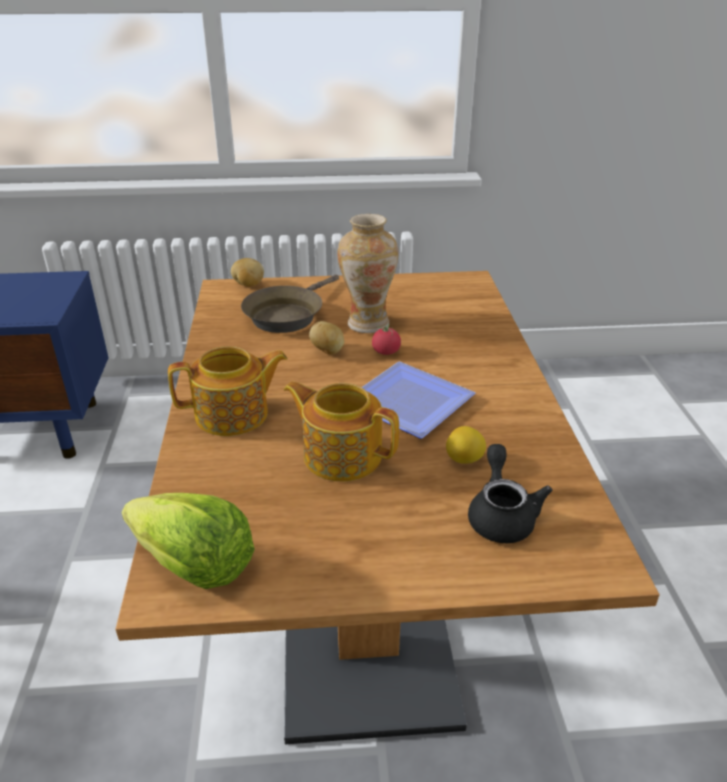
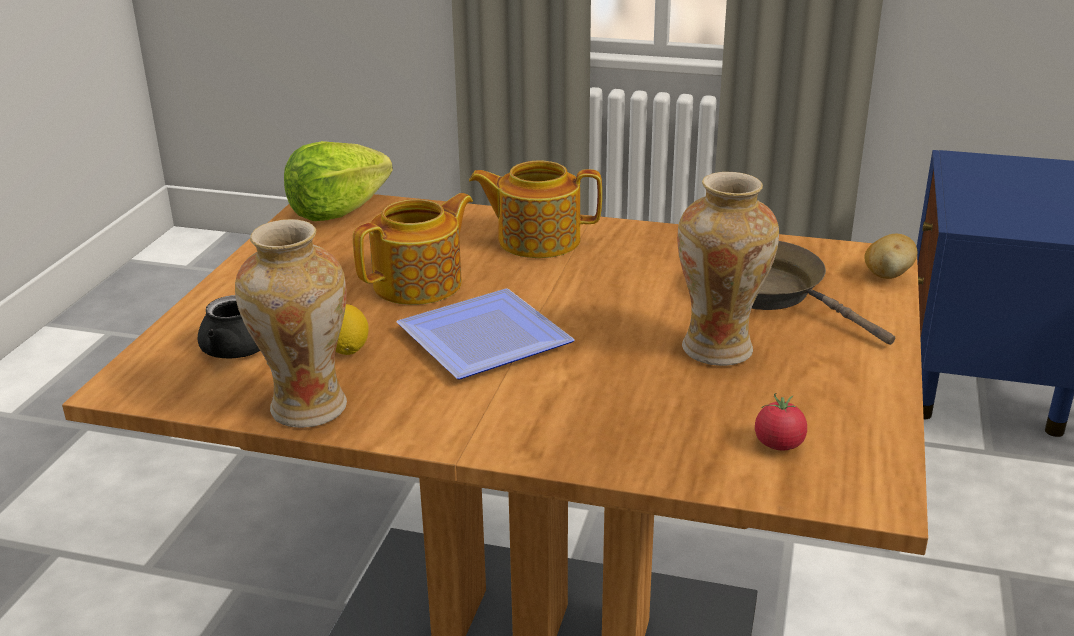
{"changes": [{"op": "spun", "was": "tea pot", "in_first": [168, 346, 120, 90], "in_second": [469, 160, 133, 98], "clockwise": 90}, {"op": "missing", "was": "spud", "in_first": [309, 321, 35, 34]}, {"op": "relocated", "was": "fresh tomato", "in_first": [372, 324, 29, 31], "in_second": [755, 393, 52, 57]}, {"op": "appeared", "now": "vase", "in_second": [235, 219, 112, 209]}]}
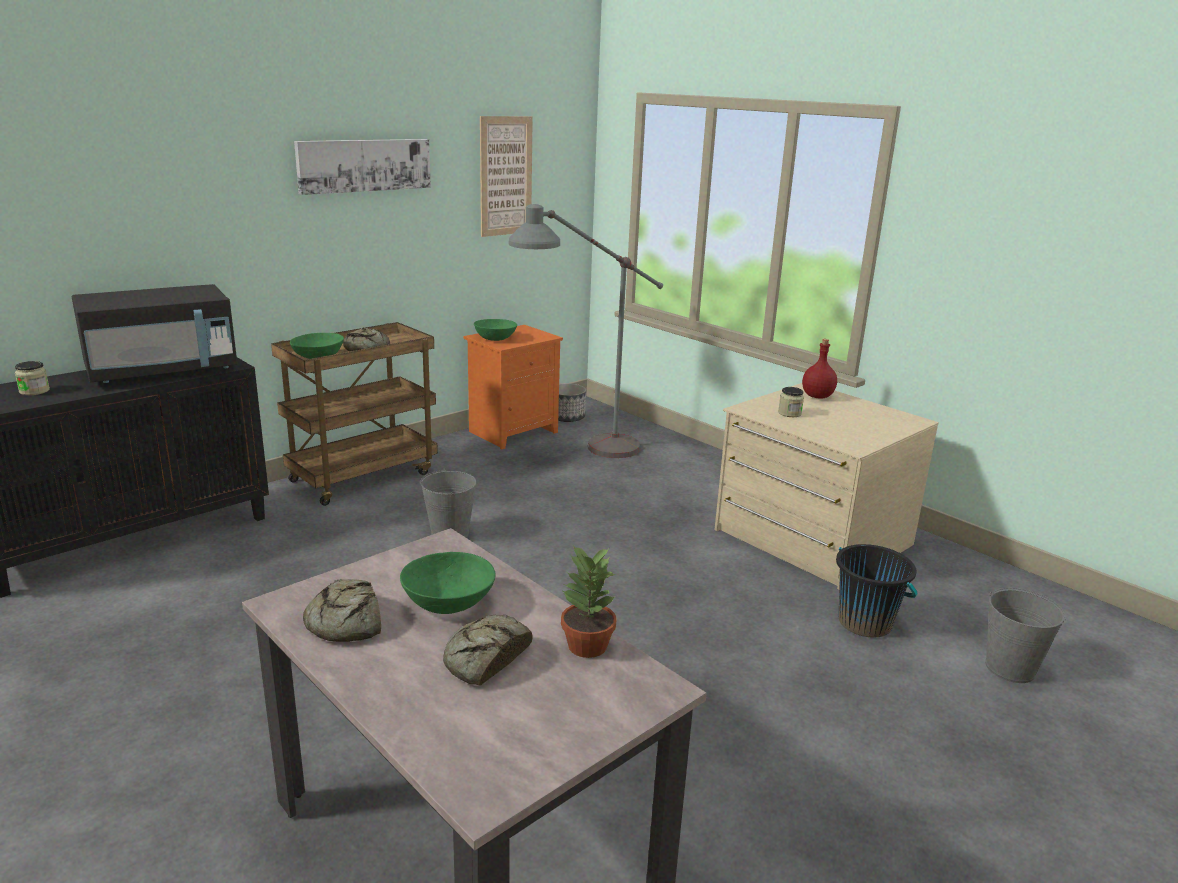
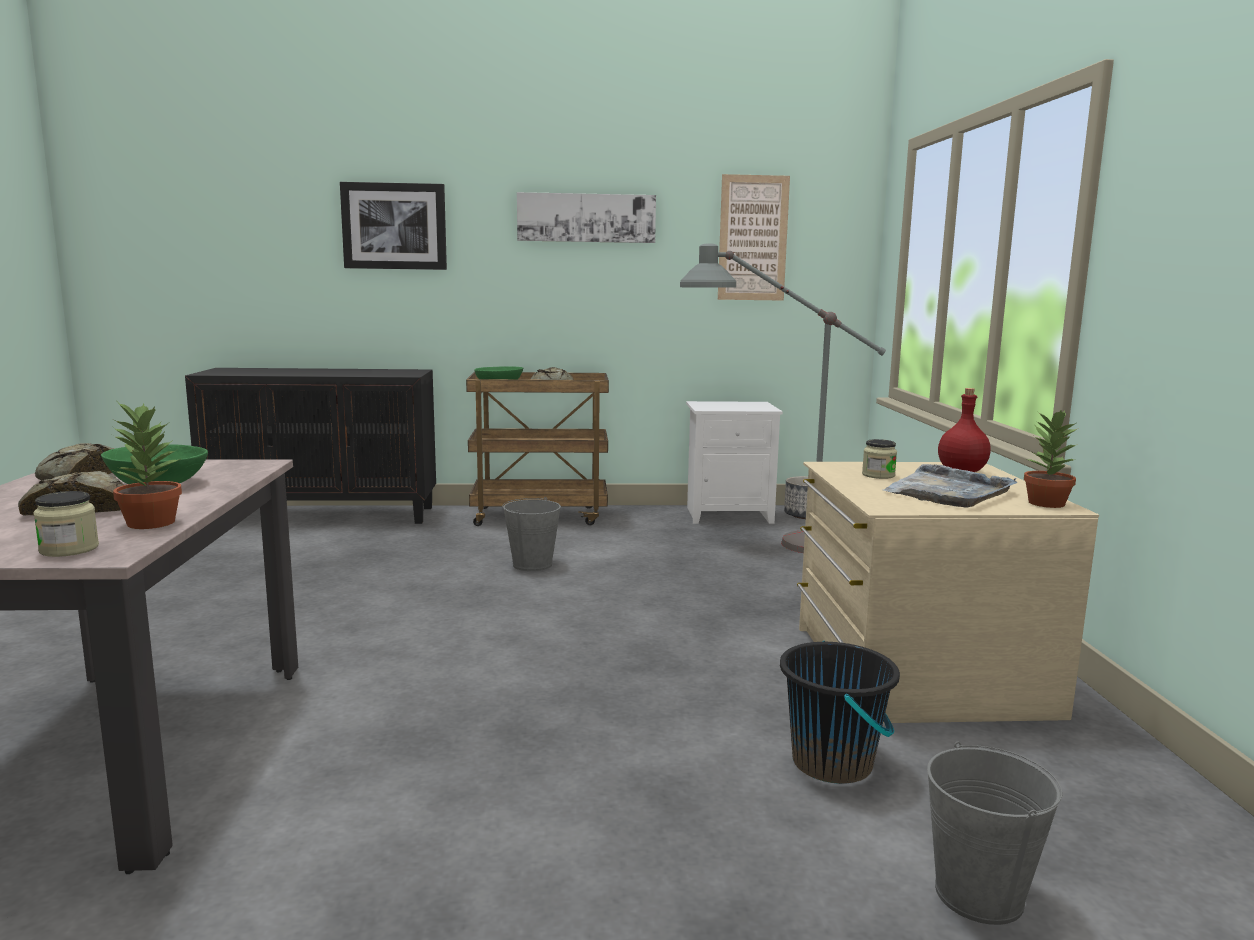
{"changes": [{"op": "relocated", "was": "jar", "in_first": [15, 361, 35, 34], "in_second": [33, 491, 66, 66]}, {"op": "missing", "was": "black microwave", "in_first": [72, 284, 165, 99]}, {"op": "colour", "was": "orange-coloured night table", "now": "whitish night table", "in_first": [463, 325, 100, 125], "in_second": [686, 401, 97, 123]}, {"op": "missing", "was": "green-coloured bowl", "in_first": [474, 319, 43, 22]}, {"op": "appeared", "now": "wall picture", "in_second": [340, 182, 107, 88]}, {"op": "appeared", "now": "gray carrying tray", "in_second": [883, 464, 135, 44]}, {"op": "appeared", "now": "potted plant", "in_second": [1024, 410, 53, 98]}]}
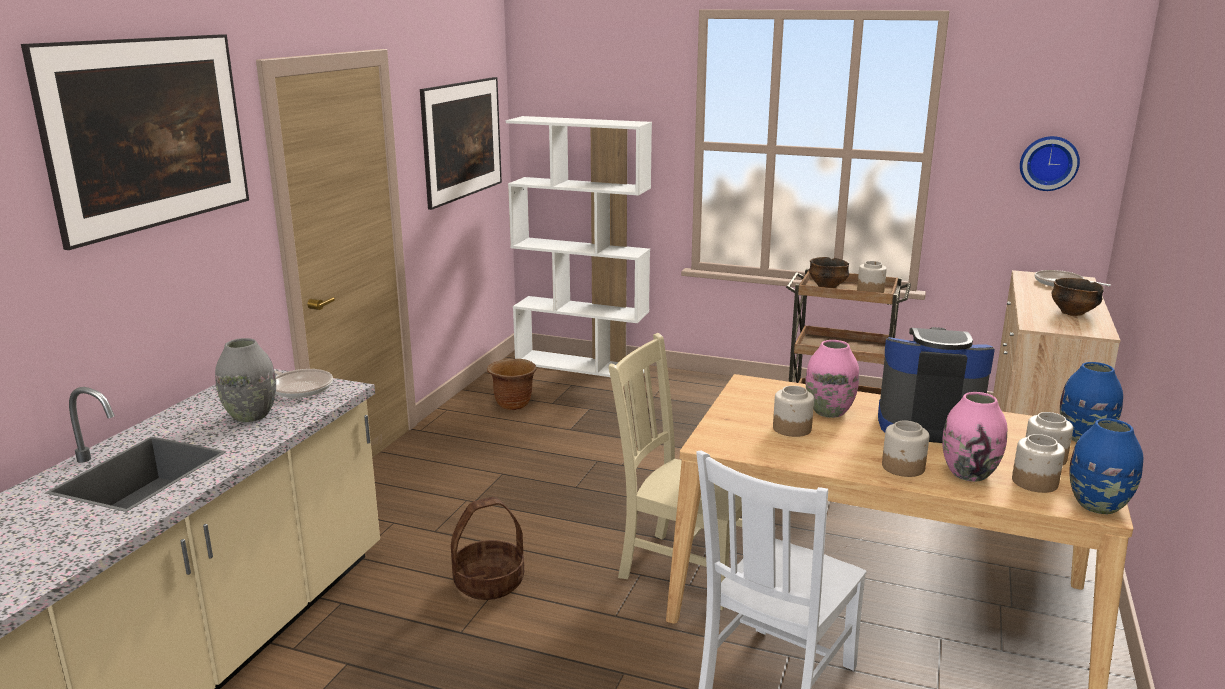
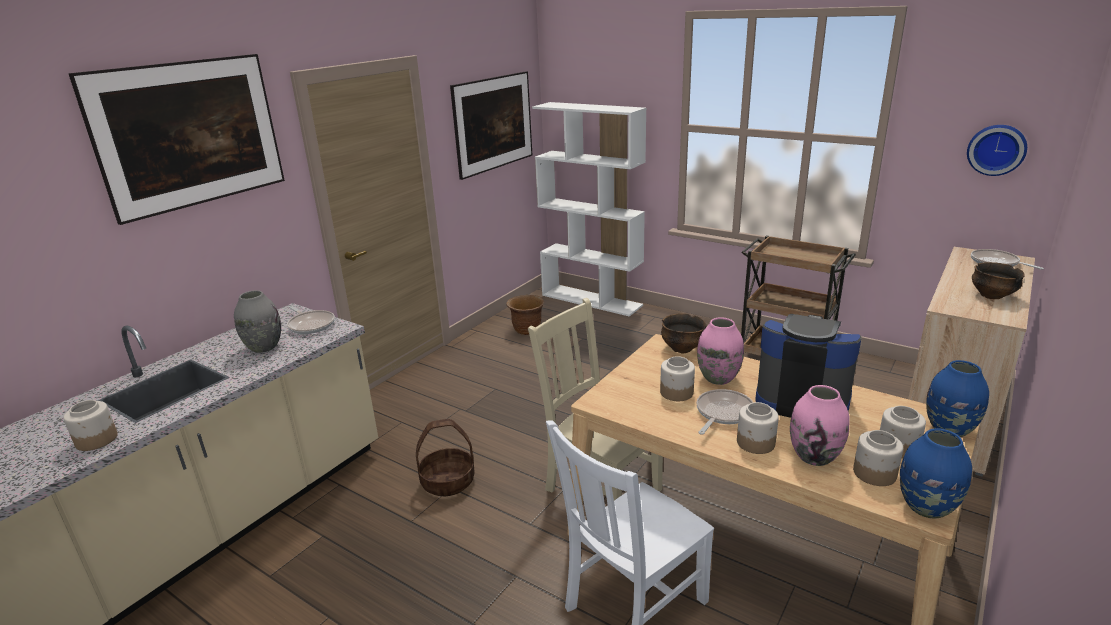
{"changes": [{"op": "relocated", "was": "bowl", "in_first": [809, 257, 40, 31], "in_second": [661, 313, 46, 40]}, {"op": "relocated", "was": "jar", "in_first": [857, 261, 30, 32], "in_second": [63, 400, 55, 51]}, {"op": "appeared", "now": "skillet", "in_second": [696, 389, 58, 46]}]}
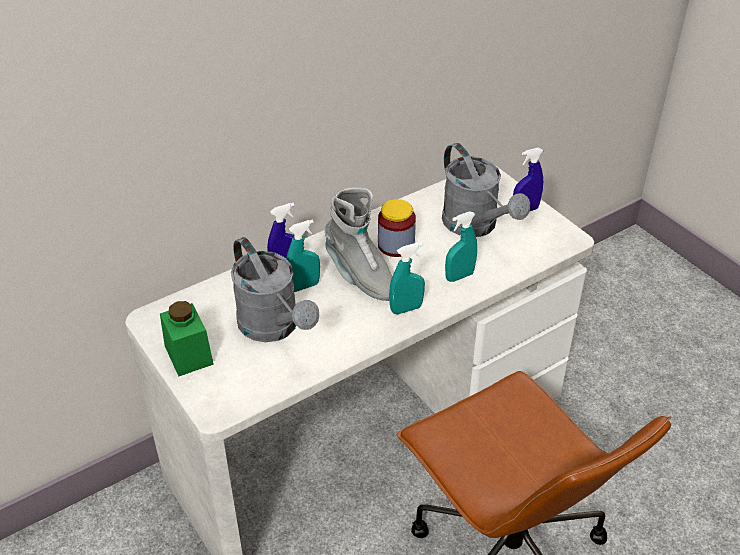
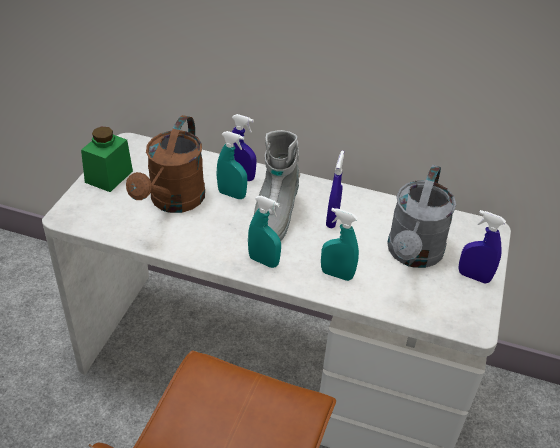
{"changes": [{"op": "colour", "was": "gray sprinkling can", "now": "brown sprinkling can", "in_first": [231, 237, 88, 105], "in_second": [126, 115, 79, 98]}, {"op": "exchanged", "was": "jar", "now": "bluish hand sprayer", "in_first": [378, 199, 38, 58], "in_second": [326, 151, 18, 77]}]}
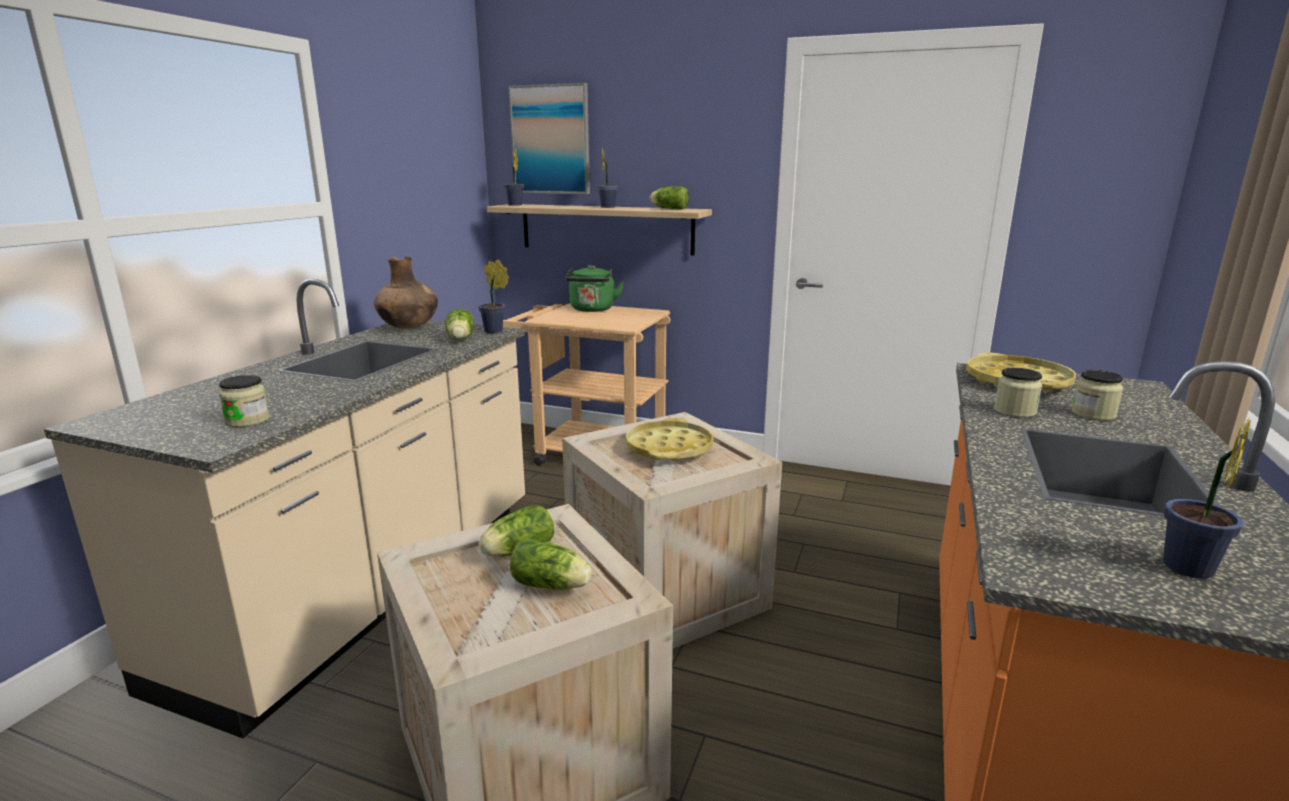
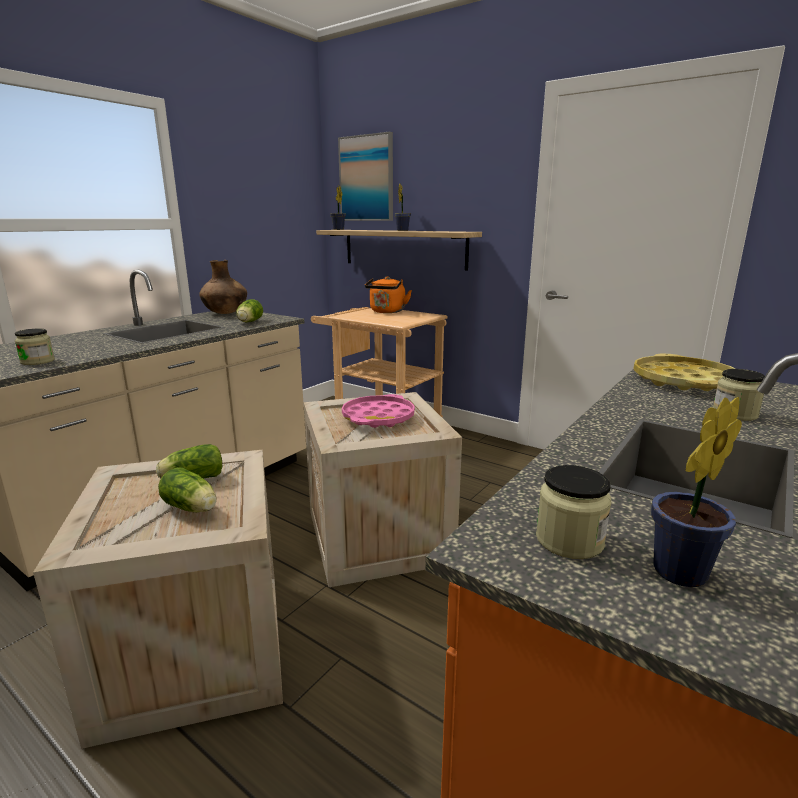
{"changes": [{"op": "missing", "was": "potted plant", "in_first": [478, 259, 31, 74]}, {"op": "colour", "was": "green-coloured kettle", "now": "orange-coloured kettle", "in_first": [566, 265, 58, 47], "in_second": [365, 276, 47, 37]}, {"op": "colour", "was": "yellow carrying tray", "now": "pinkish carrying tray", "in_first": [626, 418, 88, 44], "in_second": [342, 394, 73, 34]}, {"op": "missing", "was": "lettuce head", "in_first": [650, 186, 39, 23]}, {"op": "relocated", "was": "jar", "in_first": [994, 368, 48, 50], "in_second": [536, 465, 75, 94]}]}
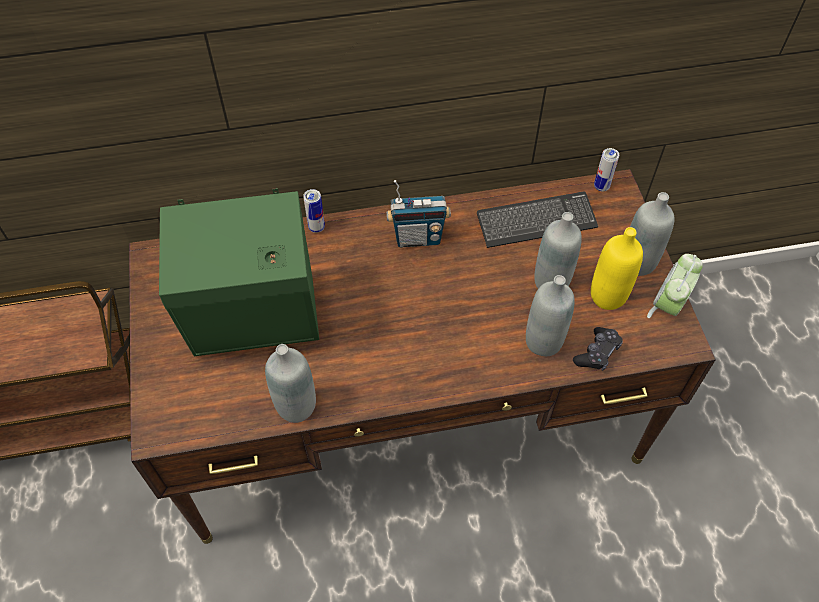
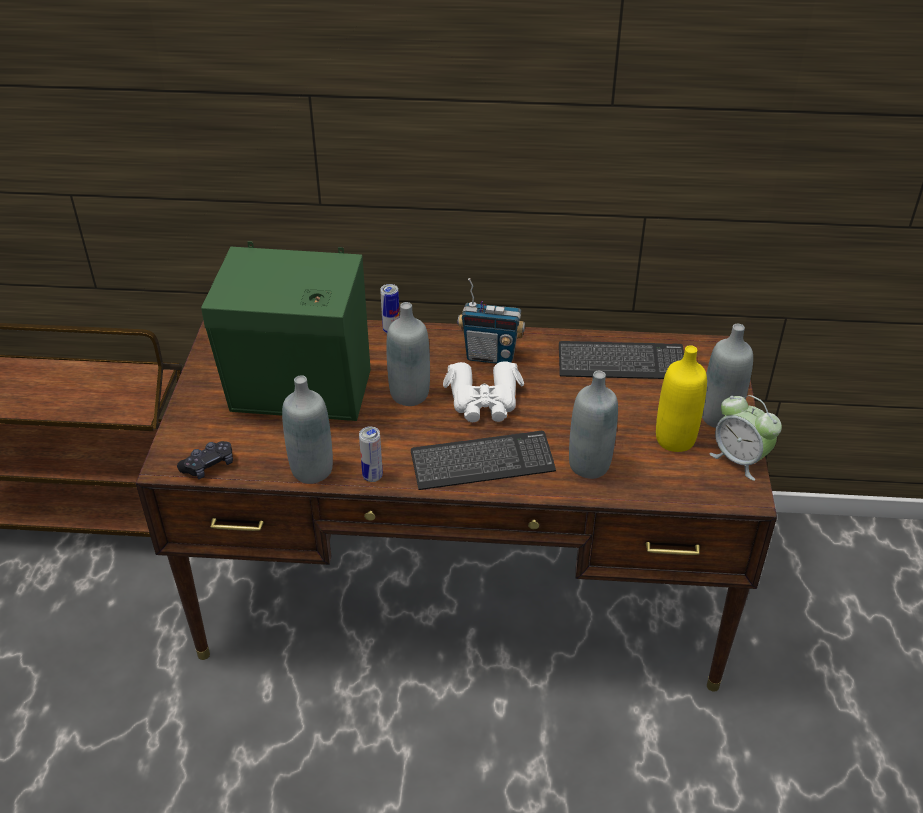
{"changes": [{"op": "relocated", "was": "gray beverage bottle", "in_first": [534, 212, 48, 77], "in_second": [386, 302, 44, 104]}, {"op": "relocated", "was": "black gamepad", "in_first": [573, 327, 50, 44], "in_second": [177, 441, 56, 38]}, {"op": "relocated", "was": "can", "in_first": [594, 148, 25, 43], "in_second": [359, 426, 24, 56]}, {"op": "spun", "was": "table clock", "in_first": [647, 254, 56, 64], "in_second": [709, 395, 73, 86], "clockwise": -90}, {"op": "appeared", "now": "keyboard", "in_second": [411, 431, 145, 59]}, {"op": "appeared", "now": "whitish binoculars", "in_second": [443, 361, 81, 61]}]}
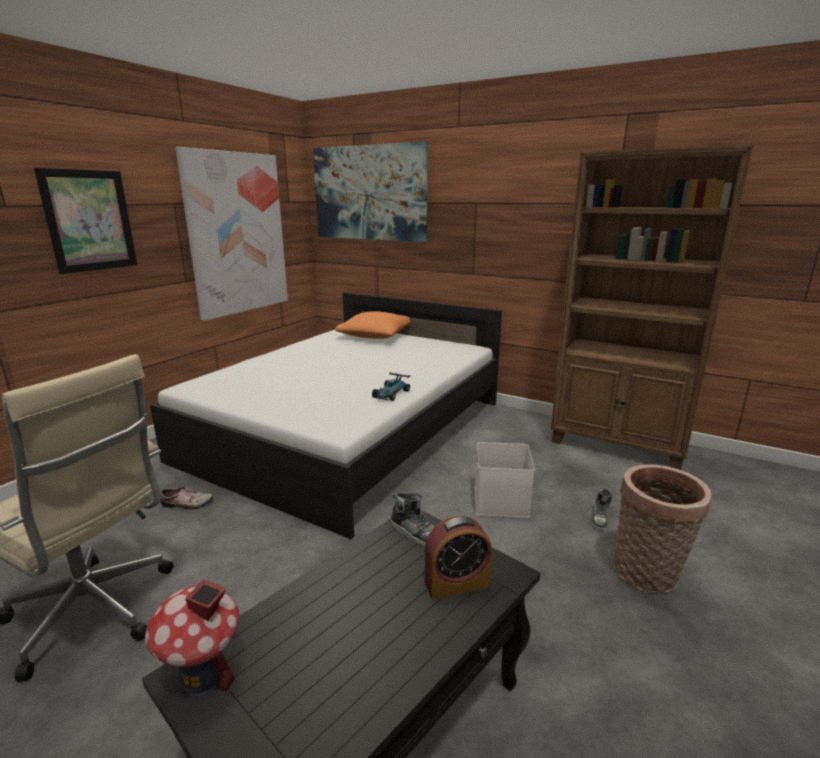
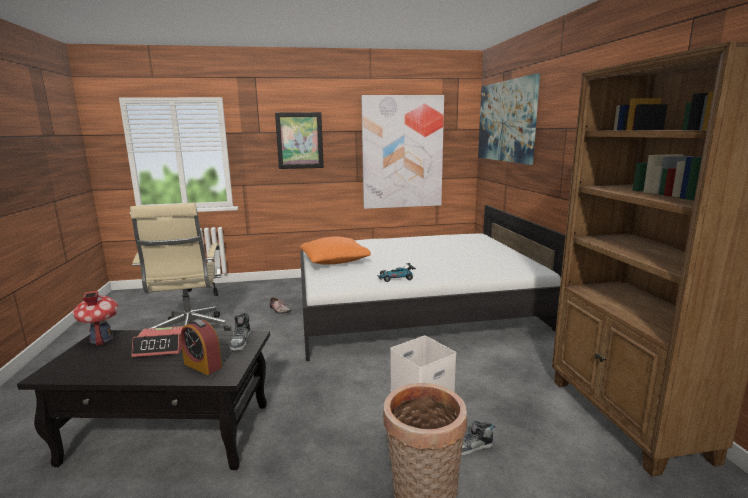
{"changes": [{"op": "relocated", "was": "orange-coloured cushion", "in_first": [335, 311, 76, 28], "in_second": [300, 237, 71, 27]}, {"op": "appeared", "now": "table clock", "in_second": [132, 326, 52, 31]}]}
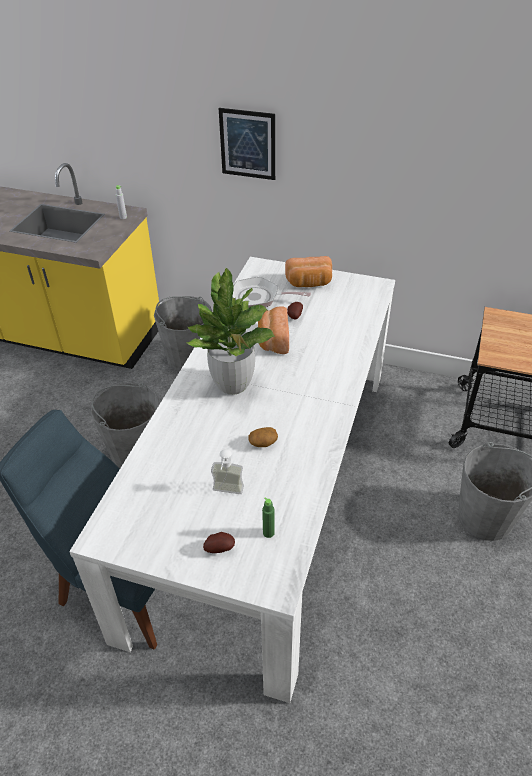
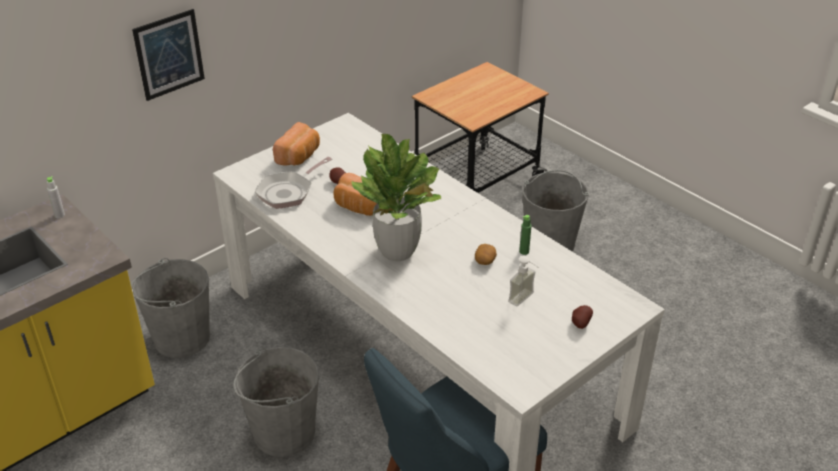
{"changes": [{"op": "relocated", "was": "green-coloured beverage bottle", "in_first": [262, 497, 13, 41], "in_second": [519, 215, 12, 40]}]}
